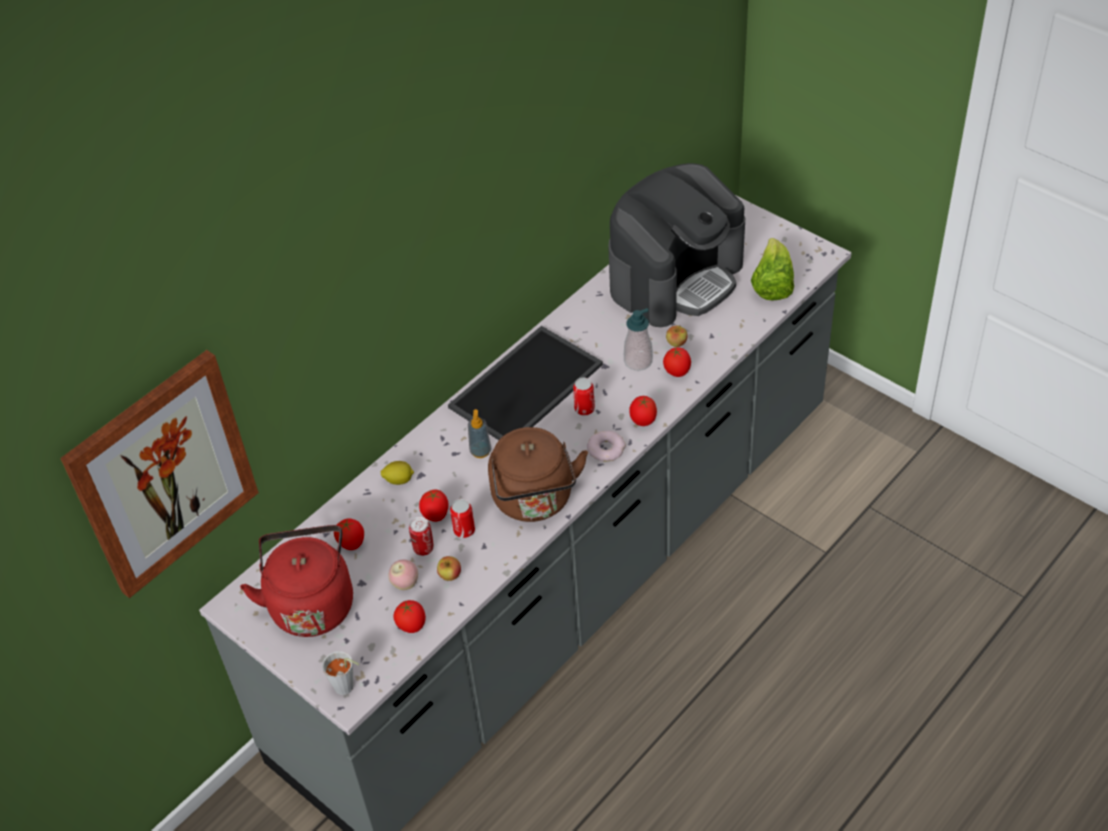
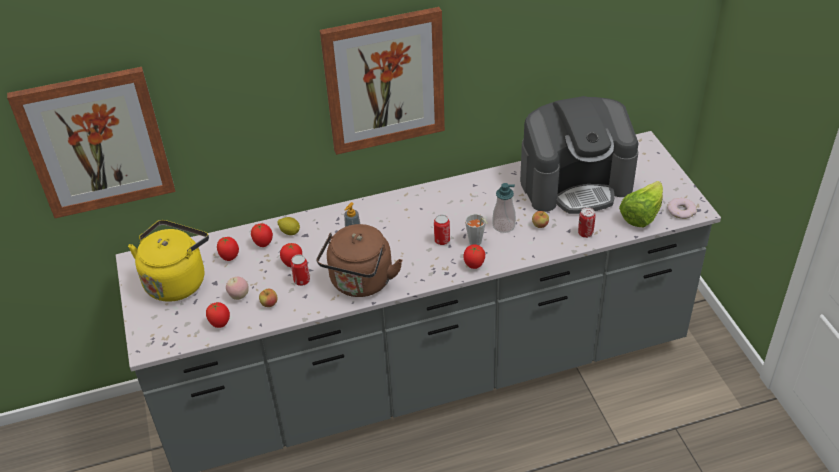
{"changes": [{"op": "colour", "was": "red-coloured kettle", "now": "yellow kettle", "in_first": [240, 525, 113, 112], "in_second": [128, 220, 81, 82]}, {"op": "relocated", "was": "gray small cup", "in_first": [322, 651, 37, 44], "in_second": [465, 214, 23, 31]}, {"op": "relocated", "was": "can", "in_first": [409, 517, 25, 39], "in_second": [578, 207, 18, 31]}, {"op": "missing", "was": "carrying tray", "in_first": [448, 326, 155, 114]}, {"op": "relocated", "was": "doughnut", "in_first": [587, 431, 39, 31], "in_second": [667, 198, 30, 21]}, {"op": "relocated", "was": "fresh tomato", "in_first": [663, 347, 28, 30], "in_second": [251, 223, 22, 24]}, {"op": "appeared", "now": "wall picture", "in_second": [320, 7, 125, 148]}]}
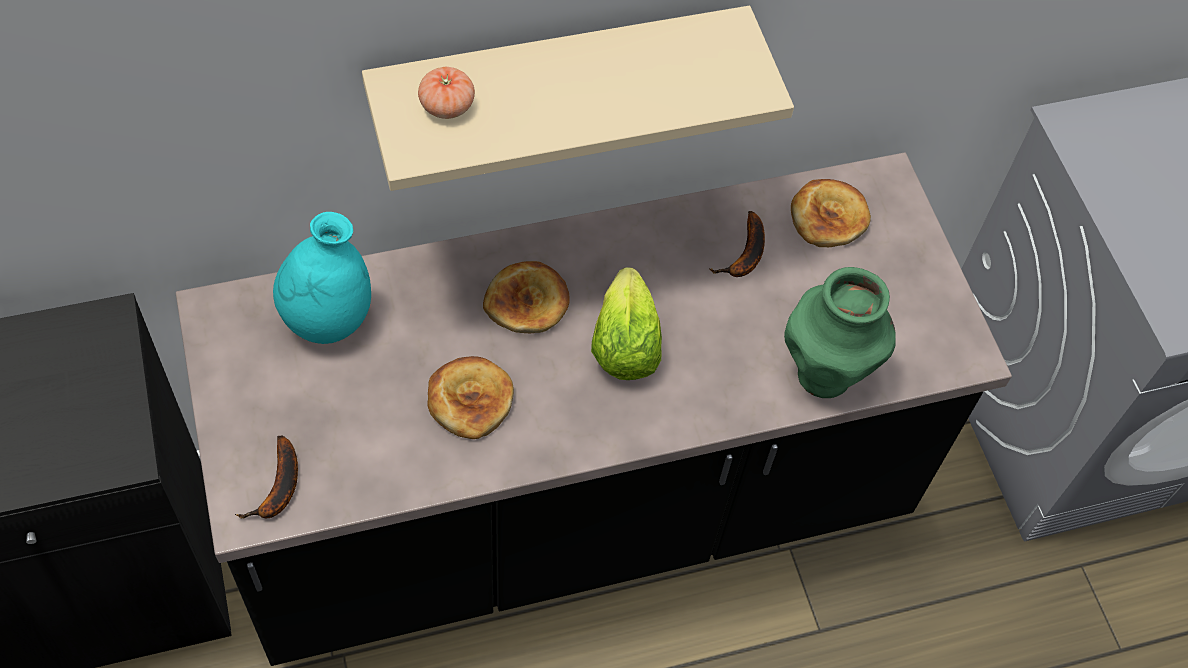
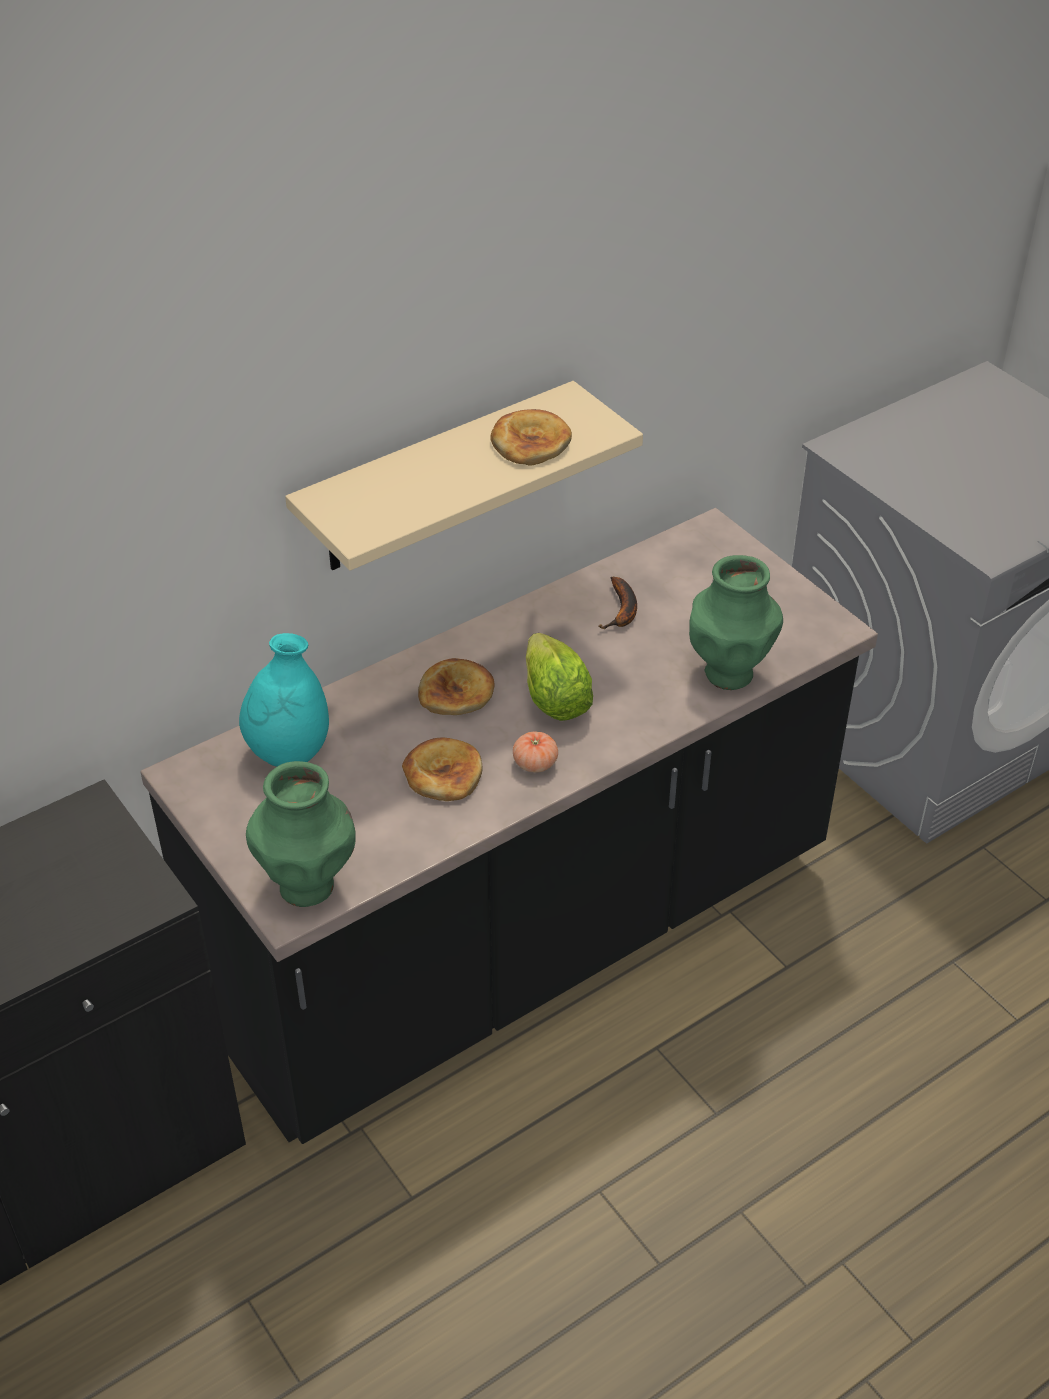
{"changes": [{"op": "exchanged", "was": "banana fruit", "now": "green-coloured vase", "in_first": [235, 435, 63, 84], "in_second": [246, 761, 110, 146]}, {"op": "relocated", "was": "fresh tomato", "in_first": [418, 67, 57, 52], "in_second": [513, 732, 45, 41]}, {"op": "relocated", "was": "bread", "in_first": [791, 179, 80, 68], "in_second": [490, 409, 82, 57]}]}
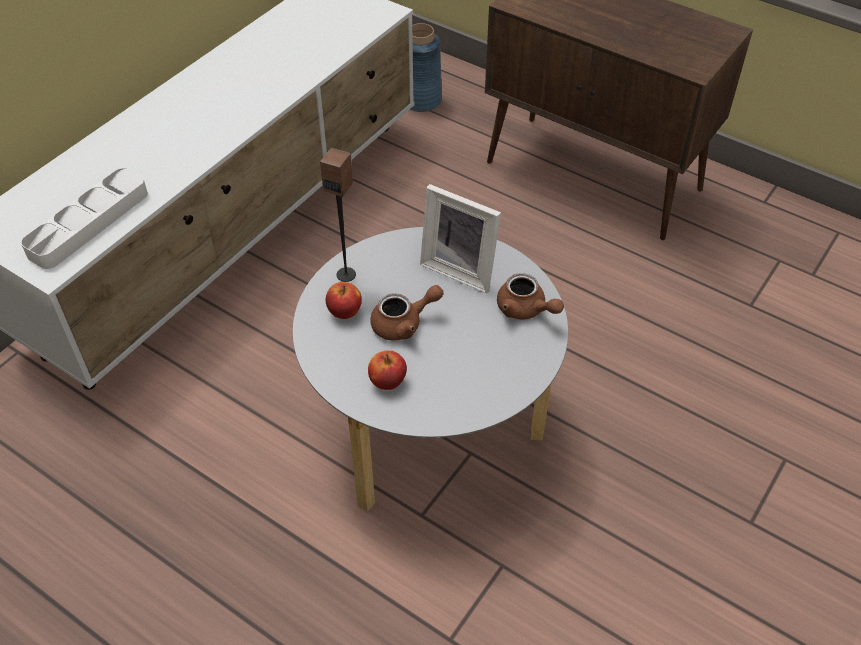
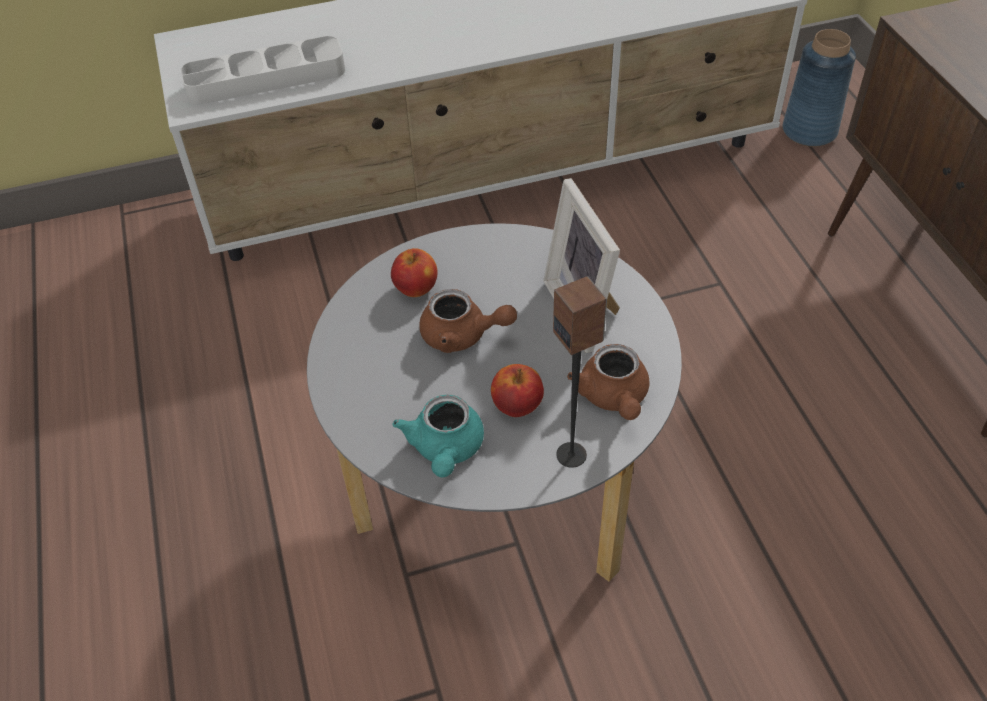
{"changes": [{"op": "relocated", "was": "speaker", "in_first": [320, 148, 36, 134], "in_second": [553, 276, 54, 192]}, {"op": "relocated", "was": "apple fruit", "in_first": [368, 350, 39, 40], "in_second": [491, 364, 53, 53]}, {"op": "appeared", "now": "turquoise tea pot", "in_second": [392, 395, 92, 83]}]}
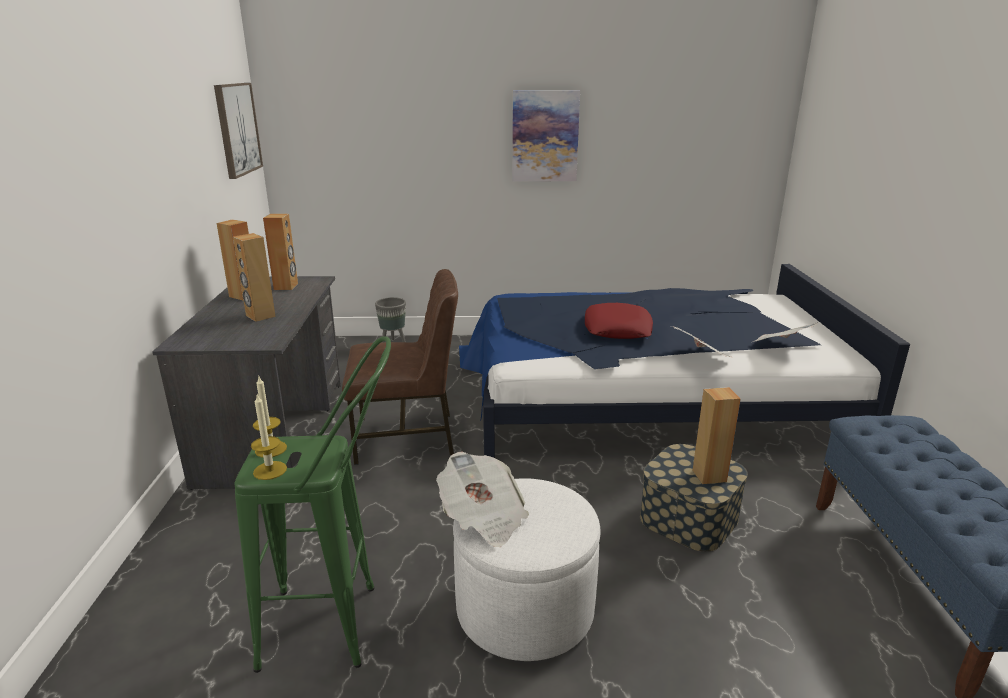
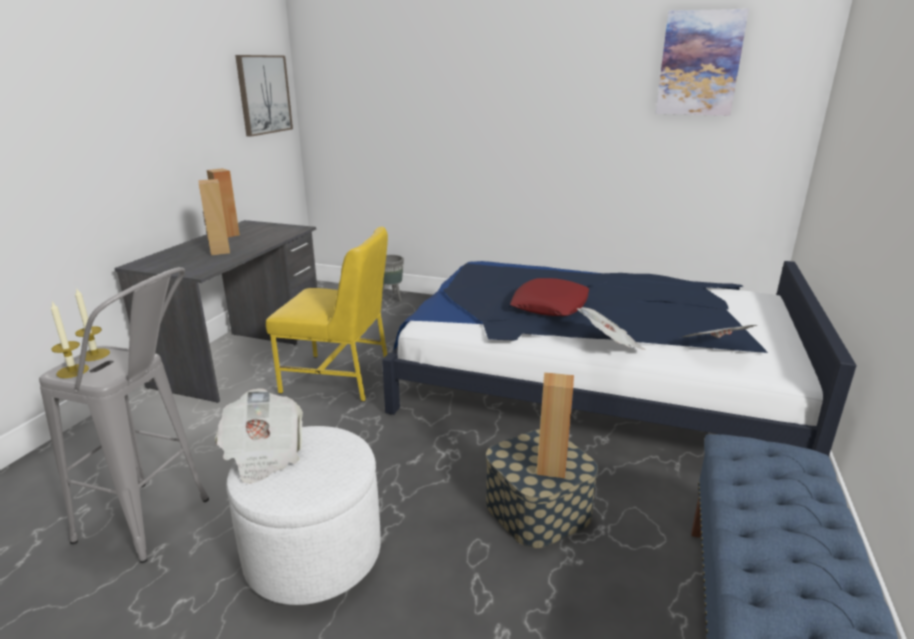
{"changes": [{"op": "colour", "was": "green-coloured stool seat", "now": "gray stool seat", "in_first": [235, 336, 156, 337], "in_second": [39, 267, 170, 296]}, {"op": "missing", "was": "brown speaker", "in_first": [263, 214, 35, 76]}, {"op": "colour", "was": "brown plain chair", "now": "yellow plain chair", "in_first": [342, 269, 116, 196], "in_second": [266, 227, 122, 175]}, {"op": "relocated", "was": "wall picture", "in_first": [512, 90, 68, 92], "in_second": [655, 9, 94, 107]}]}
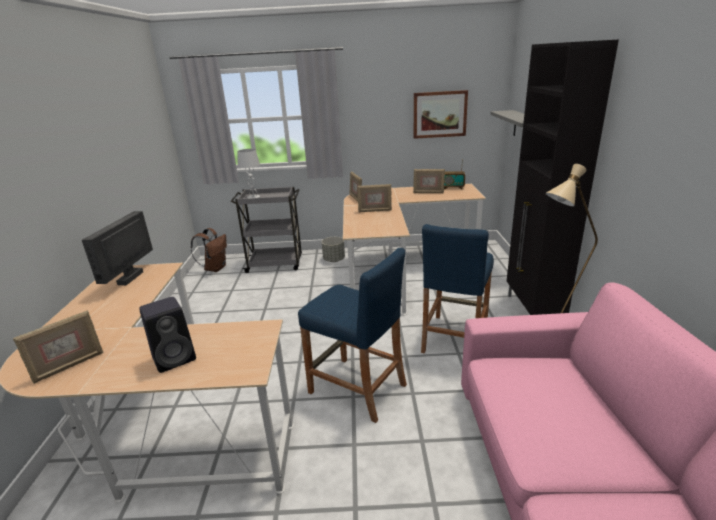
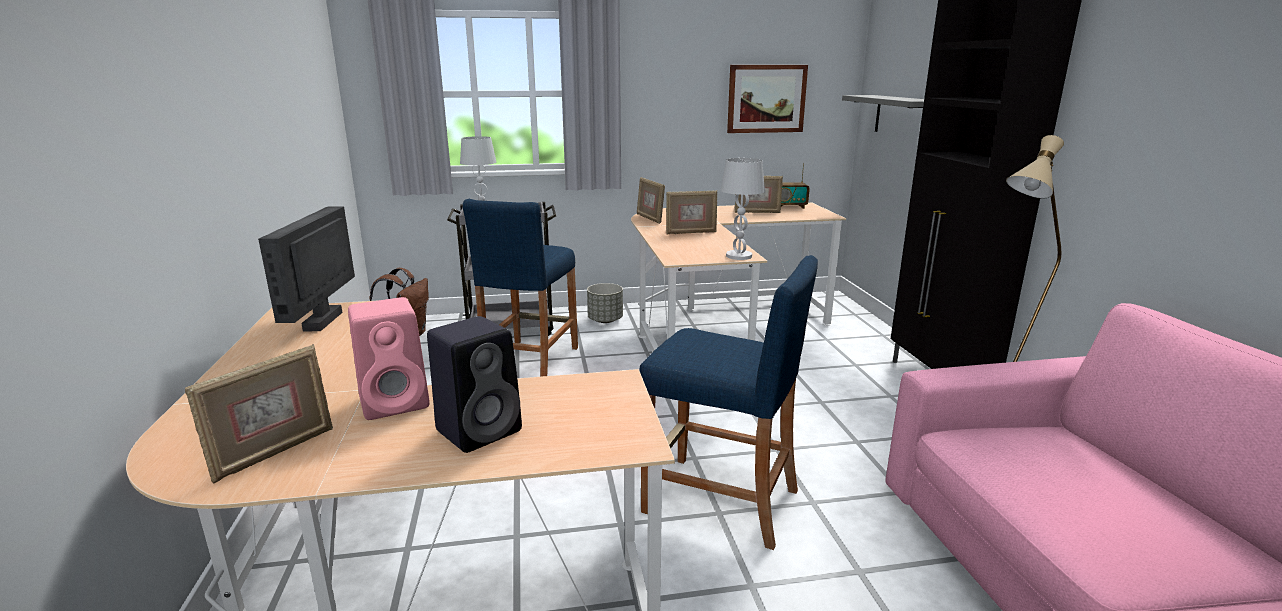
{"changes": [{"op": "relocated", "was": "bluish stool seat", "in_first": [421, 224, 73, 130], "in_second": [463, 199, 115, 178]}, {"op": "appeared", "now": "pinkish speaker", "in_second": [348, 297, 82, 123]}, {"op": "appeared", "now": "whitish table lamp", "in_second": [720, 158, 45, 102]}]}
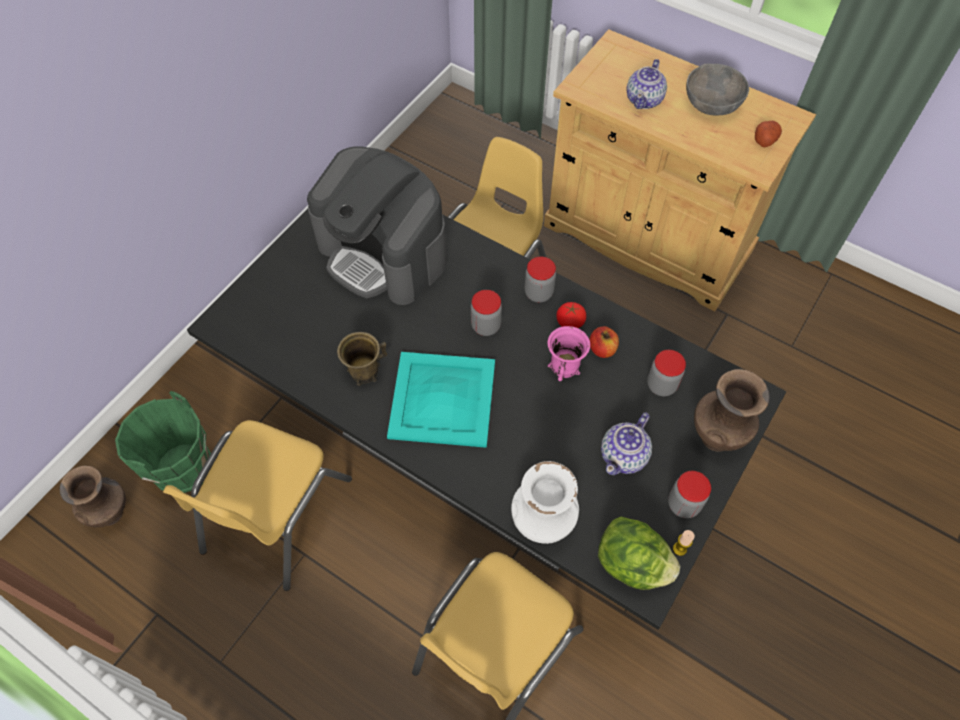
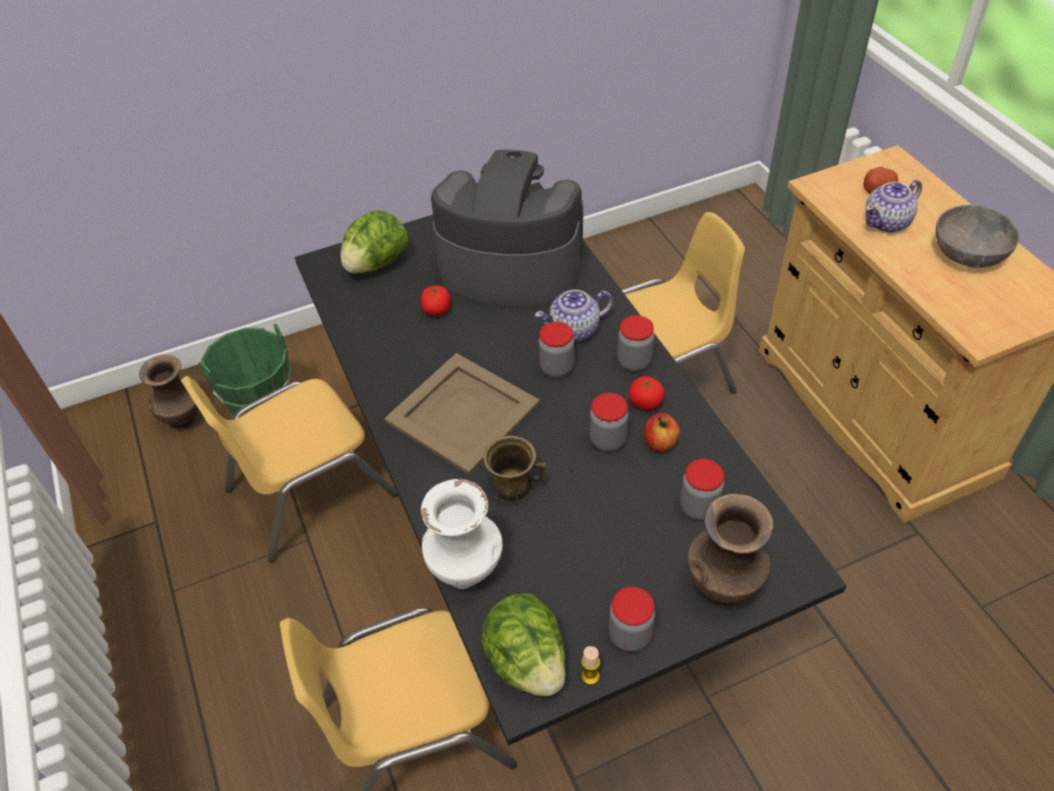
{"changes": [{"op": "spun", "was": "coffee machine", "in_first": [307, 147, 140, 158], "in_second": [431, 150, 152, 156], "clockwise": 120}, {"op": "relocated", "was": "brown mug", "in_first": [337, 332, 50, 54], "in_second": [483, 436, 63, 68]}, {"op": "colour", "was": "turquoise carrying tray", "now": "beige carrying tray", "in_first": [387, 352, 108, 96], "in_second": [384, 353, 156, 122]}, {"op": "exchanged", "was": "pinkish mug", "now": "jar", "in_first": [548, 326, 42, 55], "in_second": [590, 393, 39, 58]}, {"op": "relocated", "was": "tea pot", "in_first": [601, 413, 51, 62], "in_second": [535, 290, 78, 52]}, {"op": "relocated", "was": "spud", "in_first": [755, 121, 27, 27], "in_second": [864, 167, 34, 27]}, {"op": "appeared", "now": "lettuce head", "in_second": [340, 211, 68, 63]}, {"op": "appeared", "now": "fresh tomato", "in_second": [421, 285, 30, 31]}]}
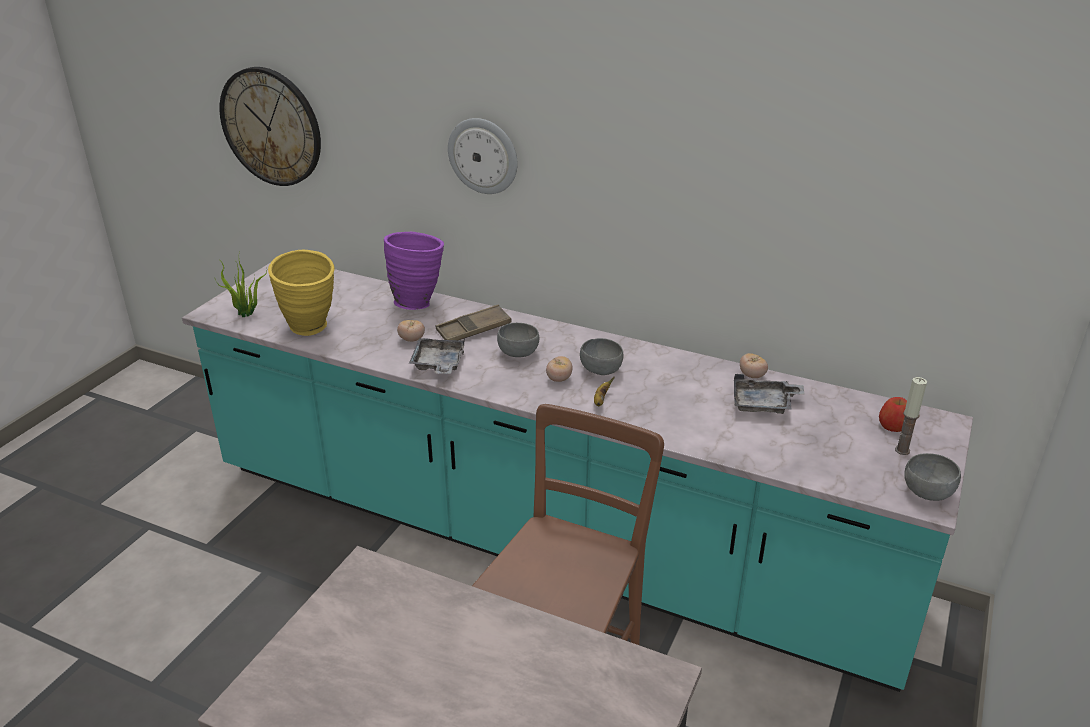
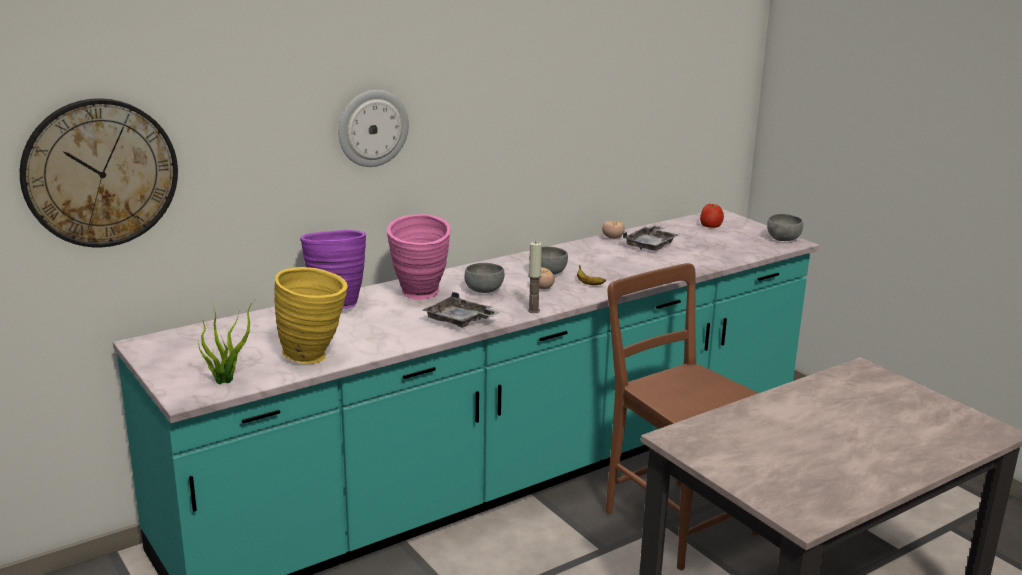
{"changes": [{"op": "missing", "was": "fresh tomato", "in_first": [397, 320, 28, 22]}, {"op": "exchanged", "was": "brown carrying tray", "now": "pinkish vase", "in_first": [436, 304, 75, 36], "in_second": [387, 214, 64, 86]}, {"op": "relocated", "was": "wax candle", "in_first": [895, 377, 32, 78], "in_second": [528, 241, 14, 72]}]}
